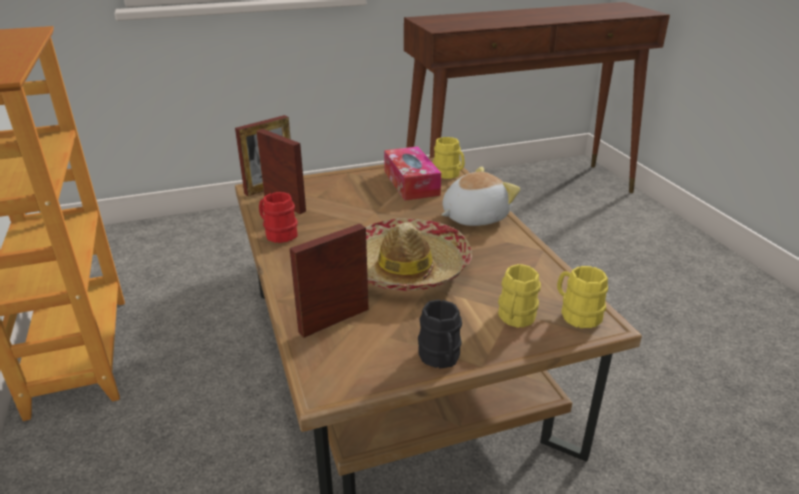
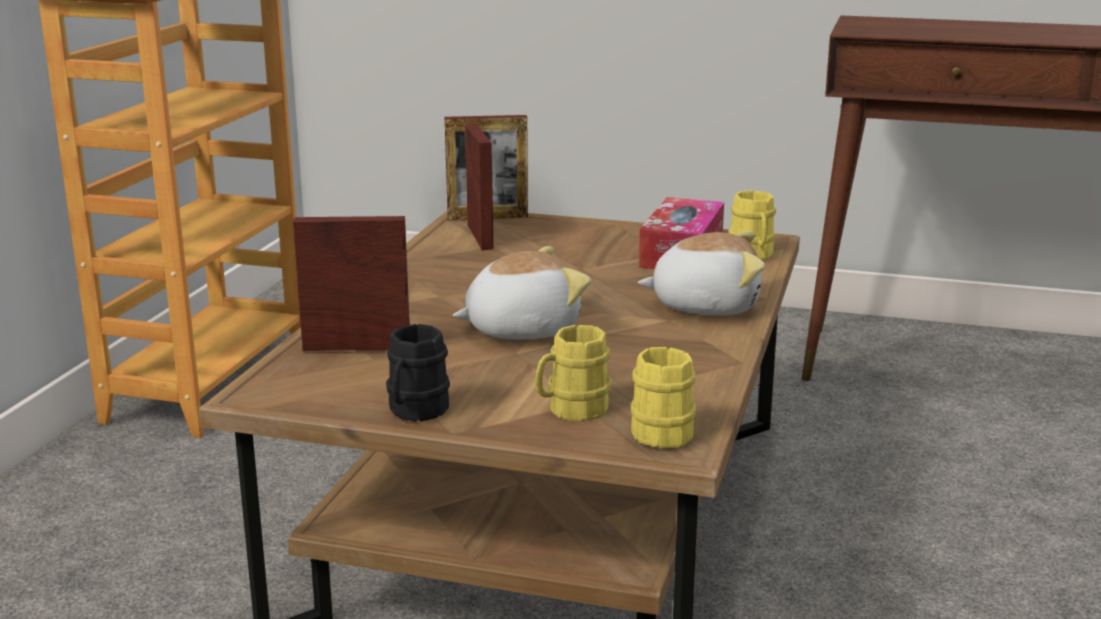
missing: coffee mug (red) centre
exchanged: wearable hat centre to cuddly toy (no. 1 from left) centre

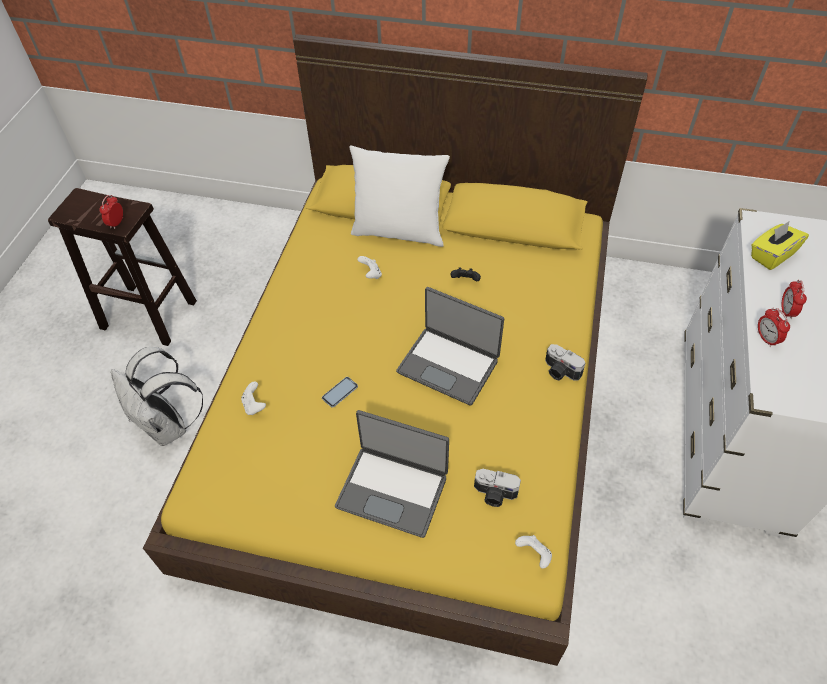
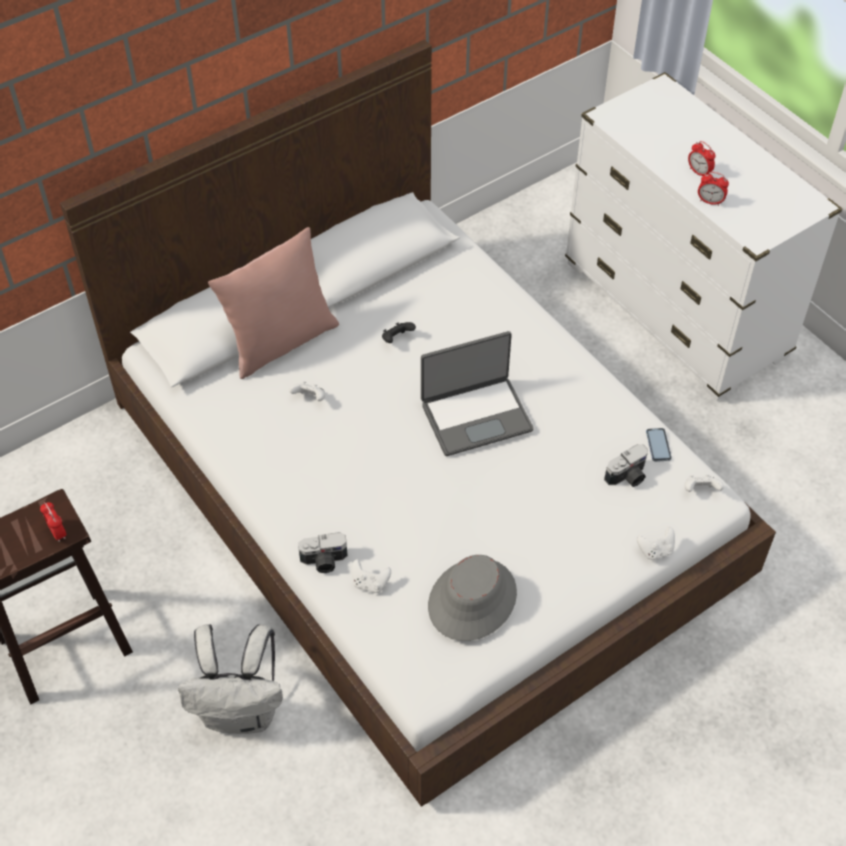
missing: portable computer (no. 1 from left) bottom centre; tissue box (yellow) middle right
appeared: wearable hat (grey) bottom centre; joypad (whitish) (no. 3 from left) middle right
relocated: photo camera (no. 2 from left in the first image) middle right to photo camera (no. 1 from left) centre; phone centre to middle right
colour: sleeping bed (yellow) centre to sleeping bed (whitish) centre; pillow (whitish) top centre to pillow (pink) middle left

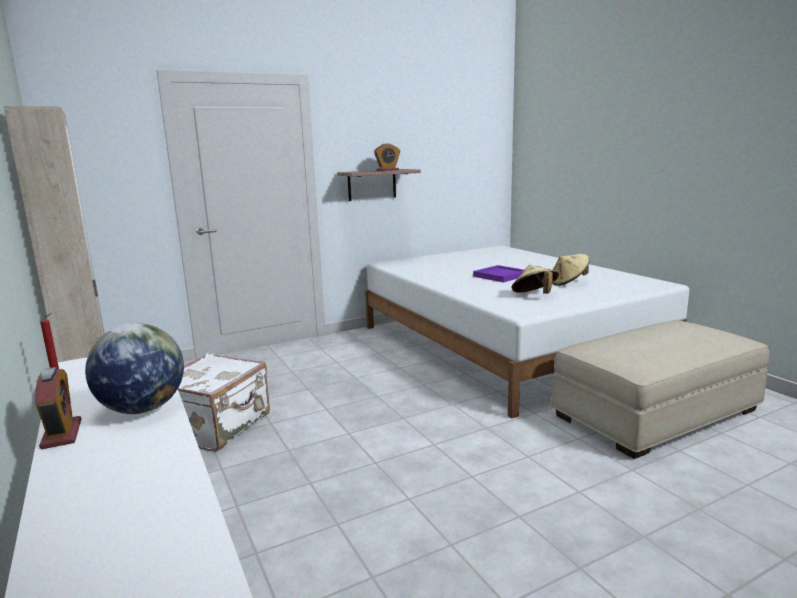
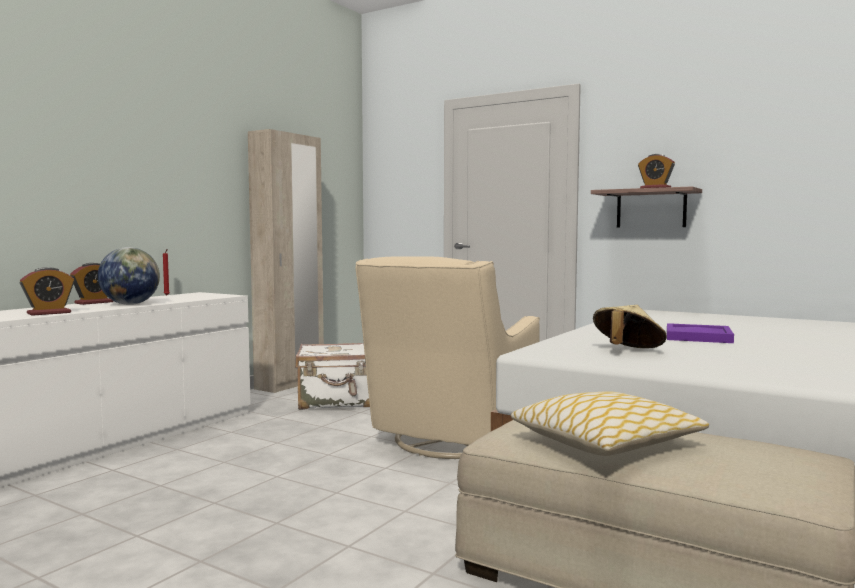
missing: wearable hat (sand-coloured) (no. 2 from left) middle right
appeared: table clock (no. 1 from left) middle left; lounge chair (sand-coloured) centre; pillow bottom right

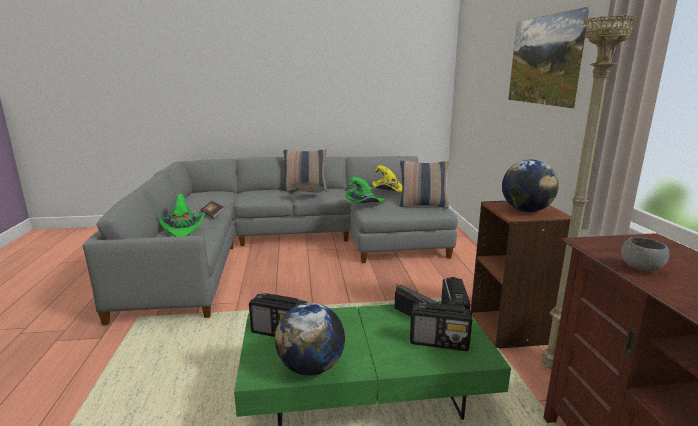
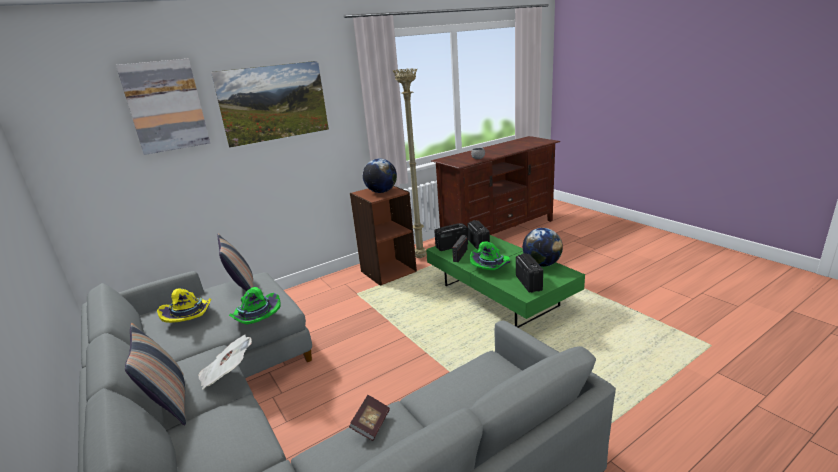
appeared: wall art (no. 1 from left) top left
relocated: wearable hat (greenish) (no. 1 from left in the first image) middle left to wearable hat (greenish) (no. 2 from left) centre

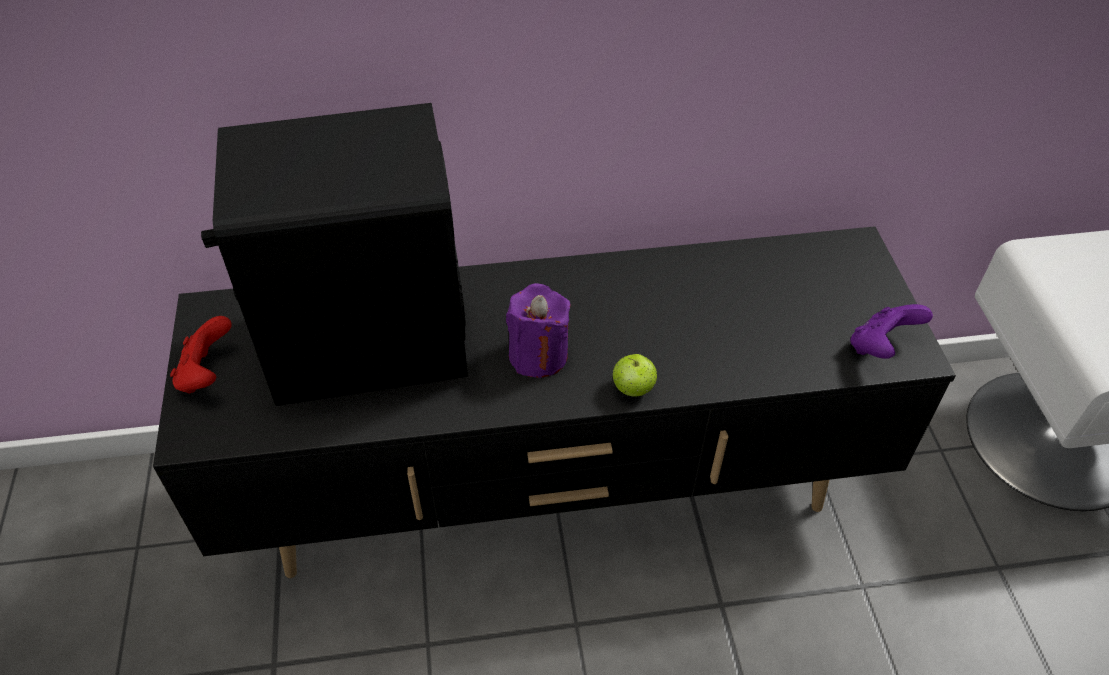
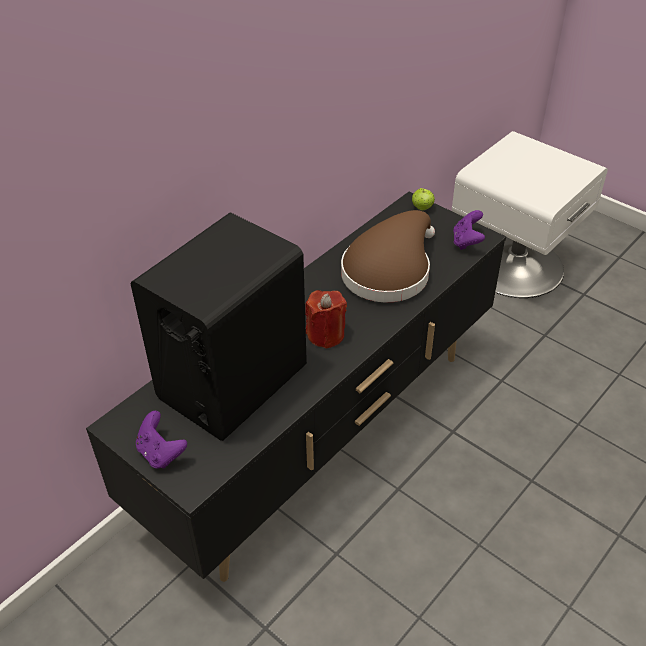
appeared: wearable hat (brown) centre
relocated: apple fruit centre to top centre
colour: joypad (red) middle left to joypad (purple-coloured) (no. 1 from left) bottom left; candle (purple-coloured) centre to candle (red) centre

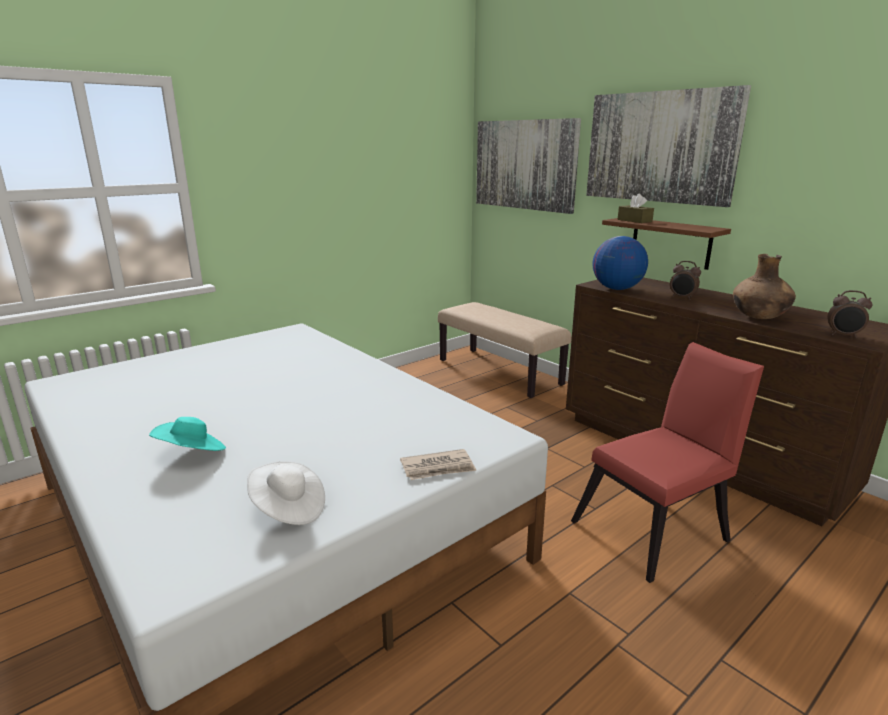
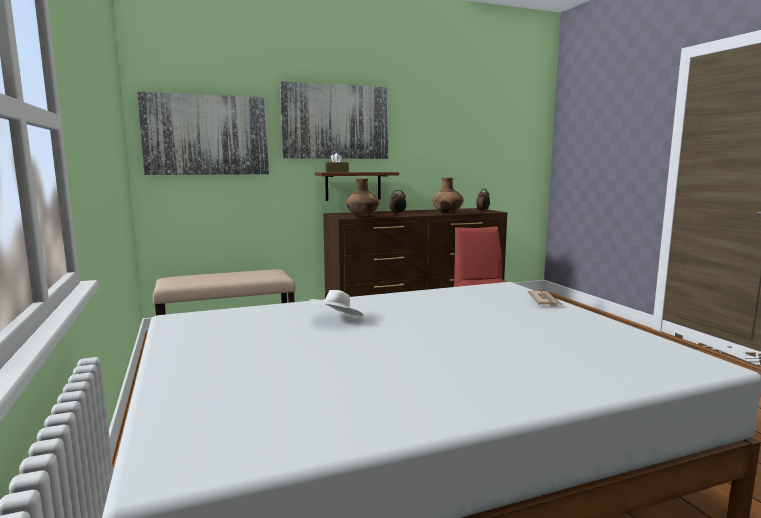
missing: wearable hat (blue-green) middle left
relocated: wearable hat (whitish) bottom left to centre
exchanged: globe middle right to flower vase (brown) (no. 1 from left) centre

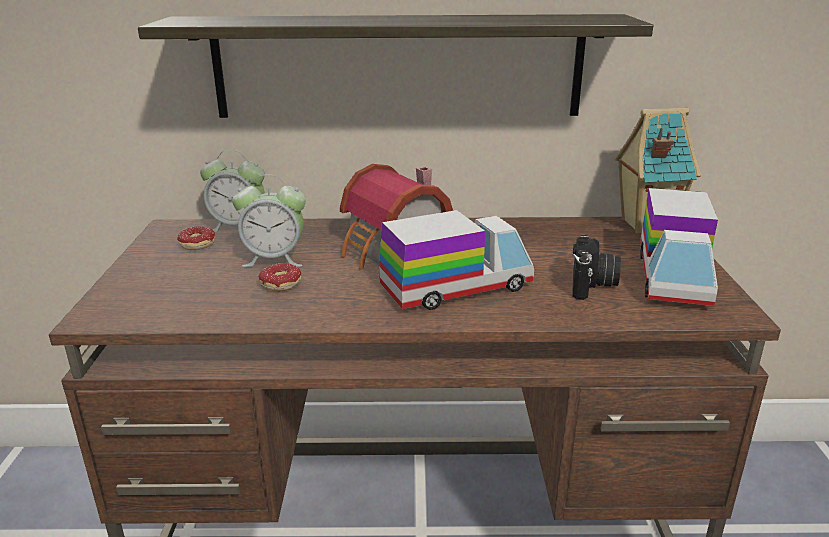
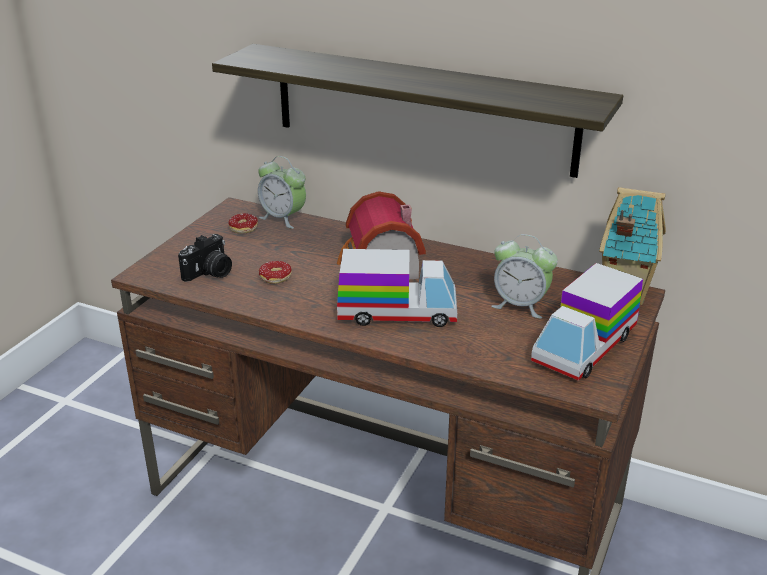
relocated: photo camera middle right to middle left; table clock (no. 2 from left) middle left to middle right

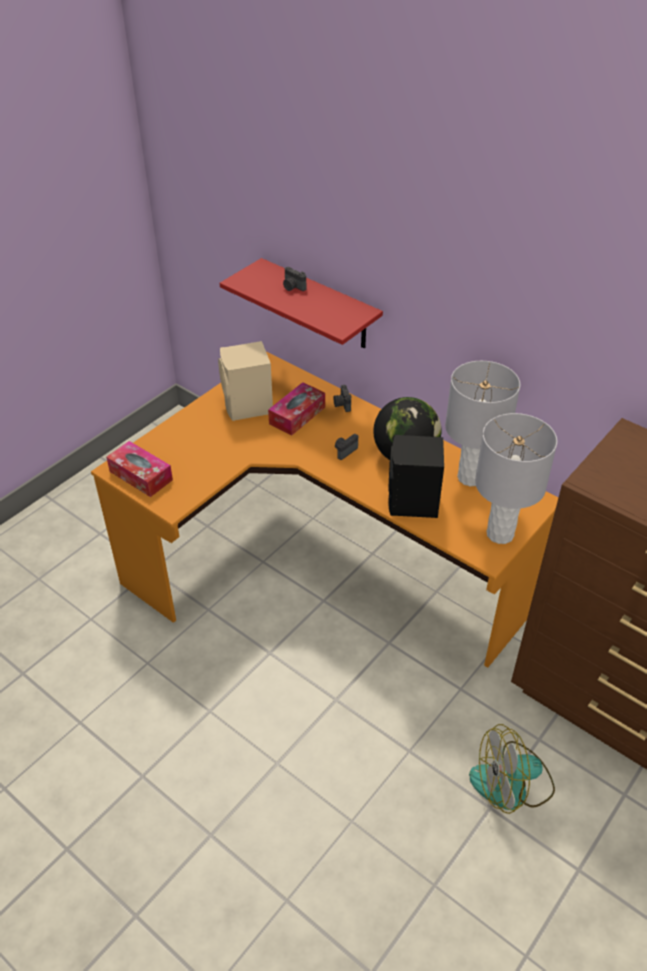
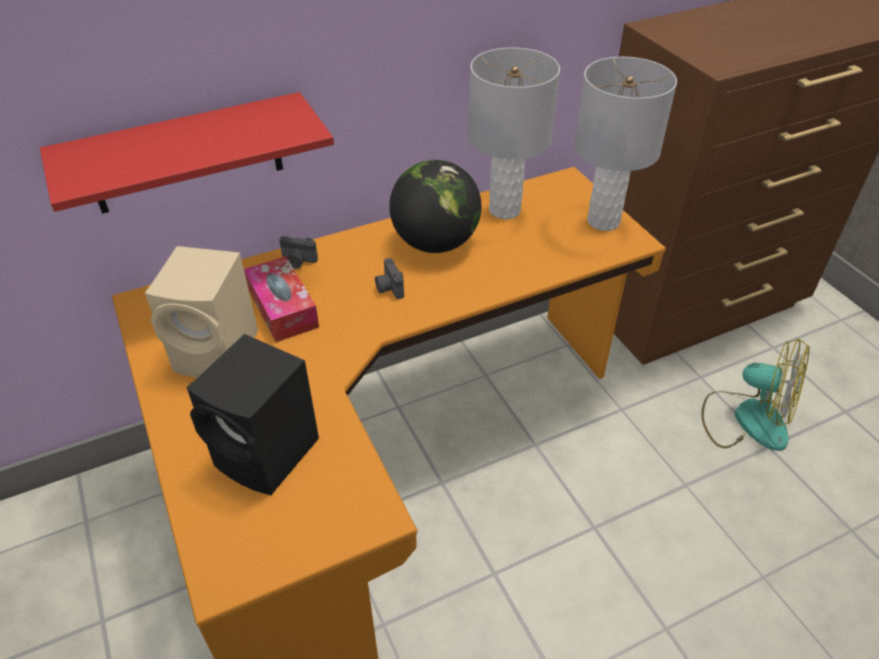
missing: tissue box (no. 1 from left) middle left; photo camera (no. 1 from left) top centre
relocated: speaker (blackish) centre to middle left
spun: cooling fan bottom right = middle right 75 degrees counterclockwise

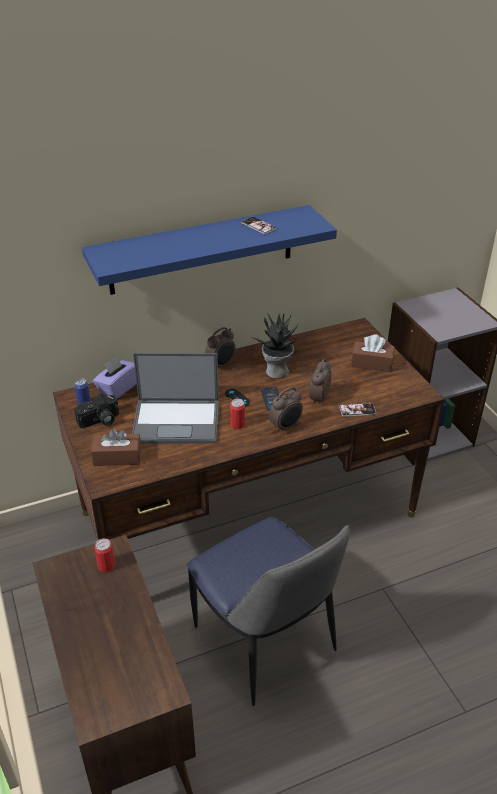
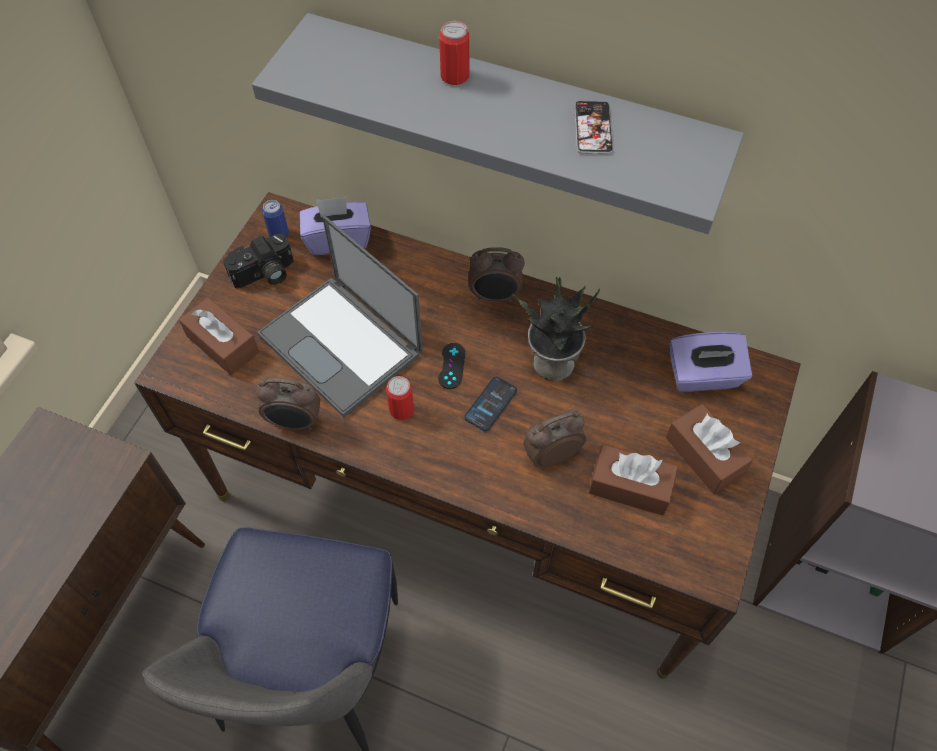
missing: phone (no. 3 from left) middle right
appeared: tissue box (brown) (no. 2 from left) middle right; tissue box (purple-coloured) (no. 2 from left) middle right
relocated: table clock (no. 2 from left in the first image) centre to table clock (no. 1 from left) middle left; sealed can (no. 2 from left in the first image) bottom left to sealed can (no. 3 from left) top centre
colour: wall shelf (bluish) top centre to wall shelf (grey) top centre
spun: photo camera middle left = middle left 45 degrees counterclockwise

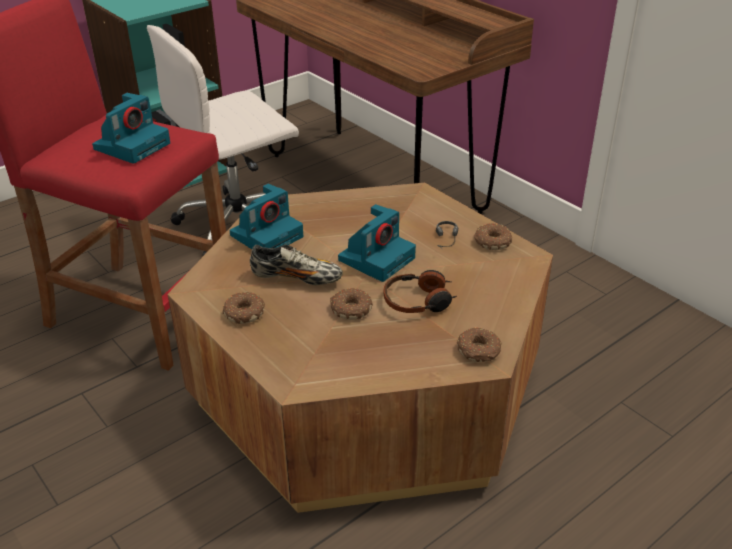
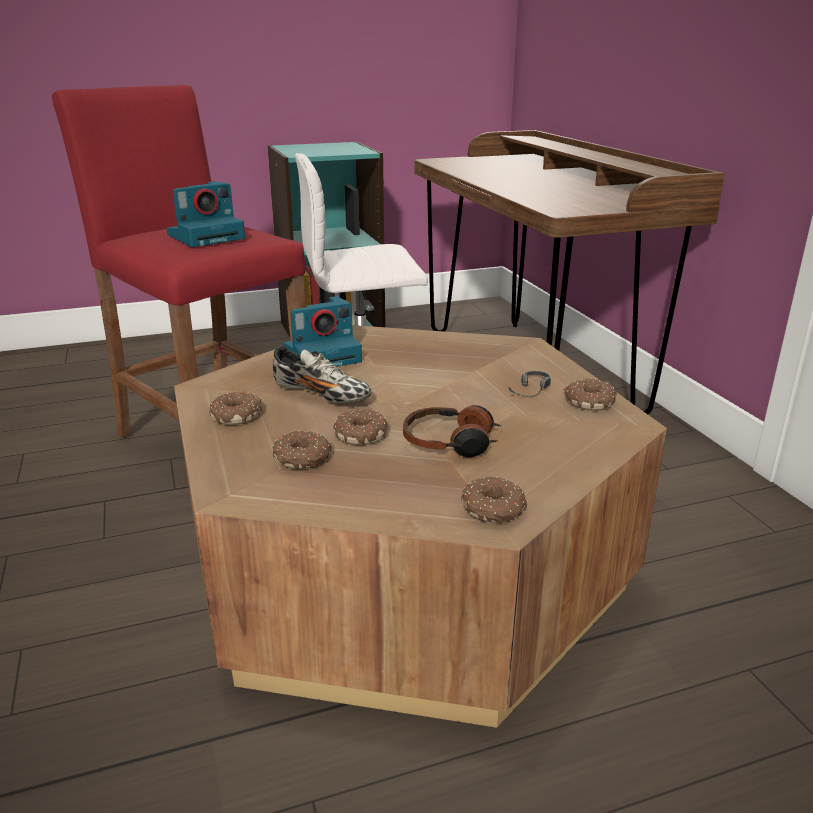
missing: photo camera (no. 3 from left) centre
appeared: ring doughnut (no. 2 from left) centre

